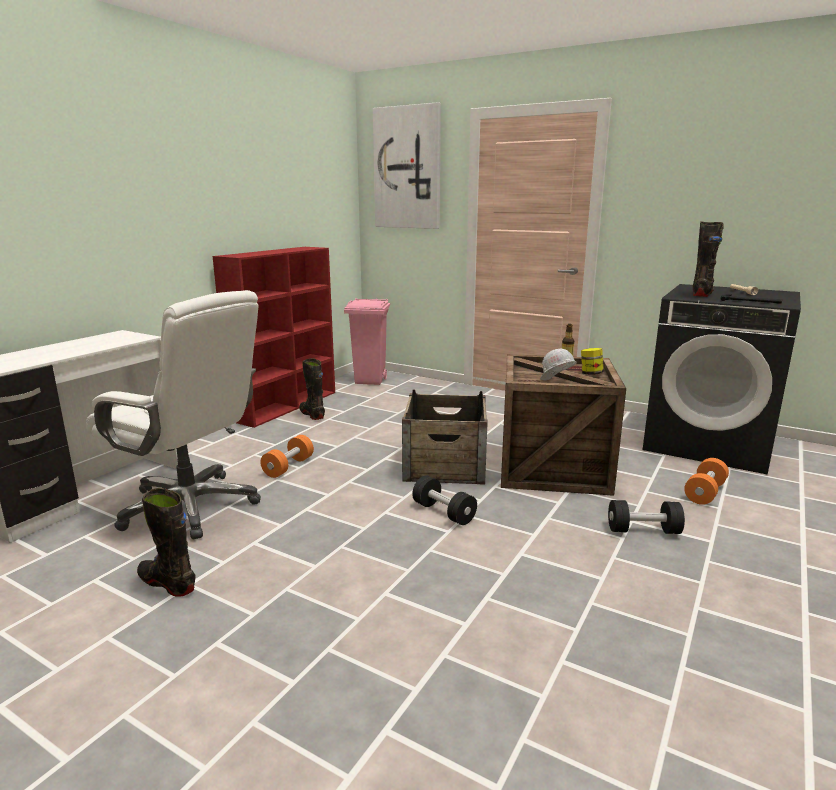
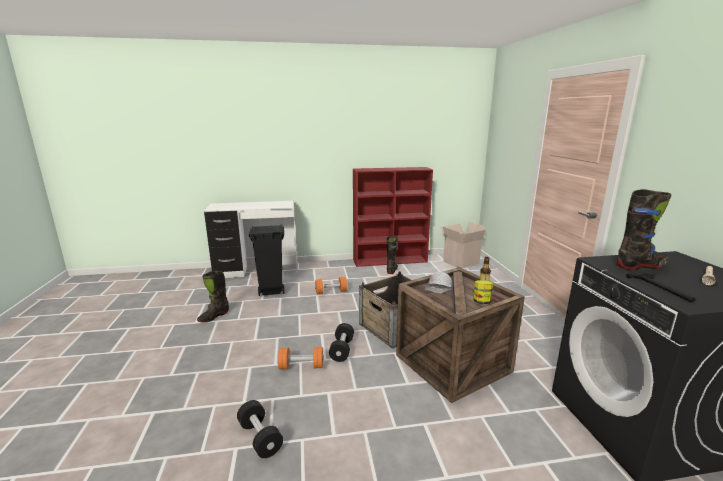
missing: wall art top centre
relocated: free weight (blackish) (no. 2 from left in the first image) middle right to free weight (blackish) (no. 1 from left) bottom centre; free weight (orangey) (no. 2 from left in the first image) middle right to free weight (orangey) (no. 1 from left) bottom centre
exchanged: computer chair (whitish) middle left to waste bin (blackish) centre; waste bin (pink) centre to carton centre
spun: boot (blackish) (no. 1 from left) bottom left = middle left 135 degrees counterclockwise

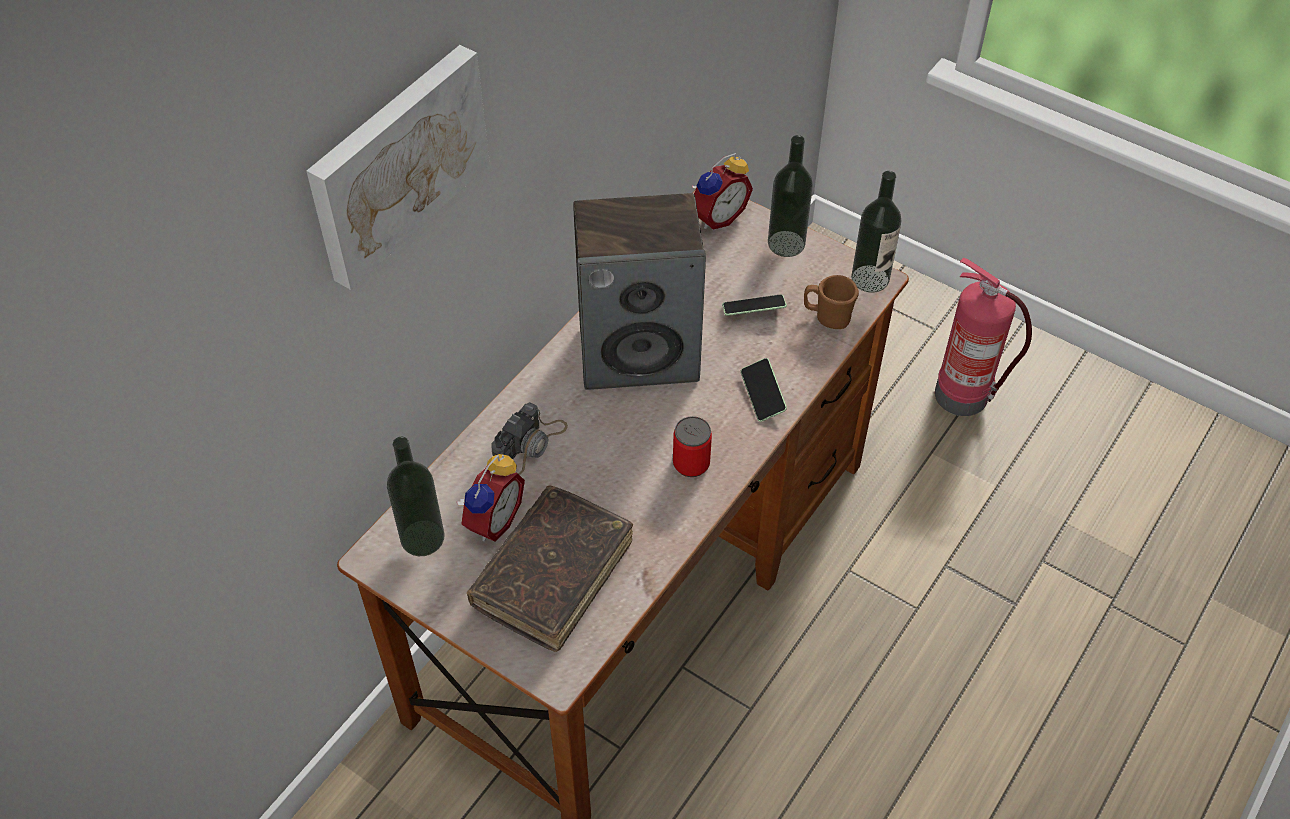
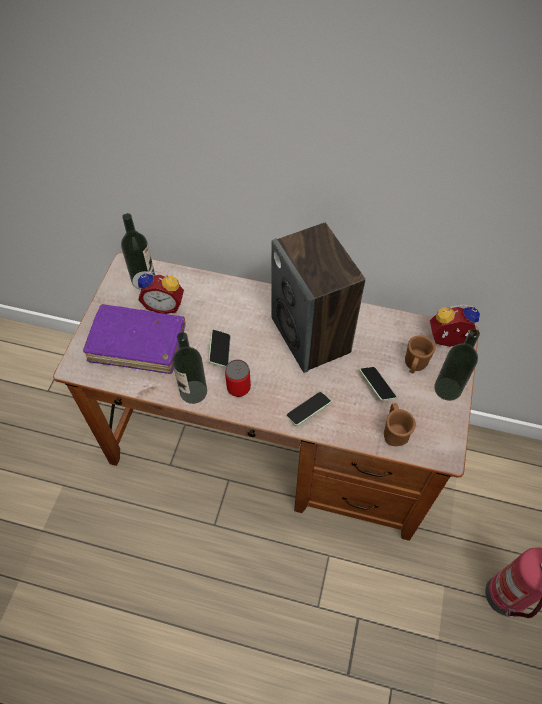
missing: wall art top left; photo camera centre
appeared: phone (no. 1 from left) centre; coffee mug (brown) (no. 2 from left) middle right
relocated: bottle (no. 3 from left in the first image) top right to bottle (no. 2 from left) centre
colour: bound book (brown) bottom centre to bound book (purple-coloured) middle left
spun: table clock (no. 2 from left) top centre = middle right 150 degrees clockwise

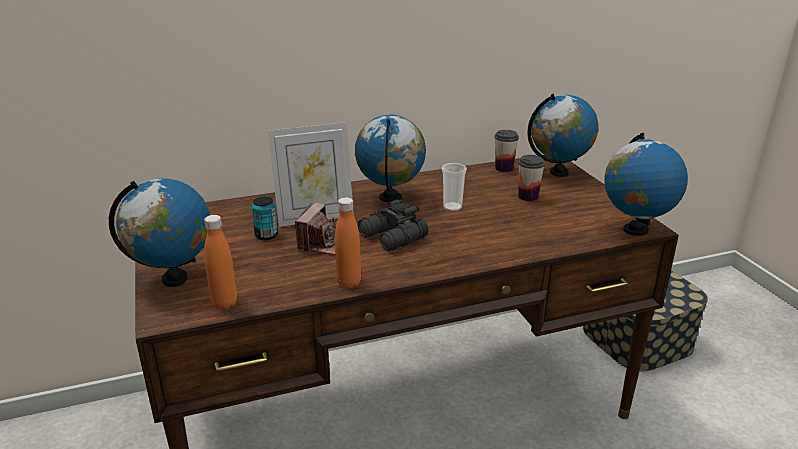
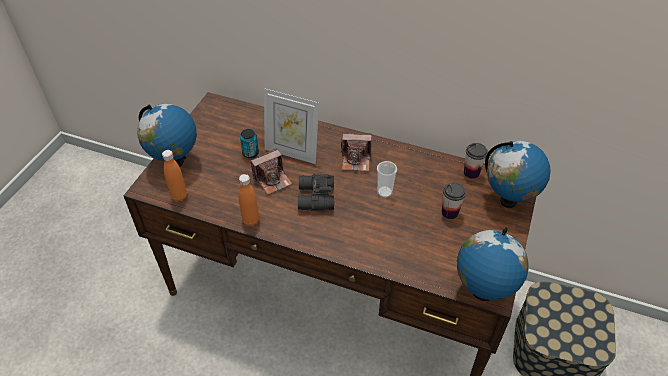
exchanged: globe (no. 2 from left) centre to photo camera (no. 2 from left) centre

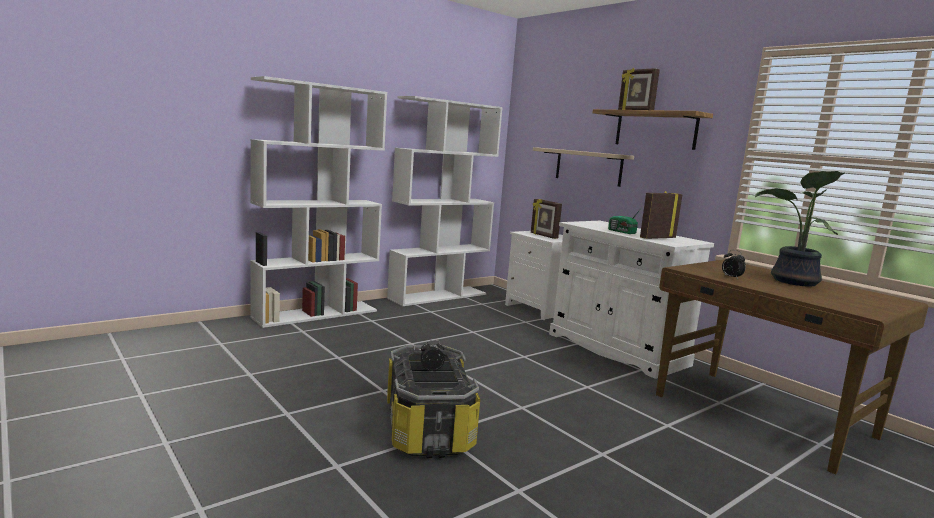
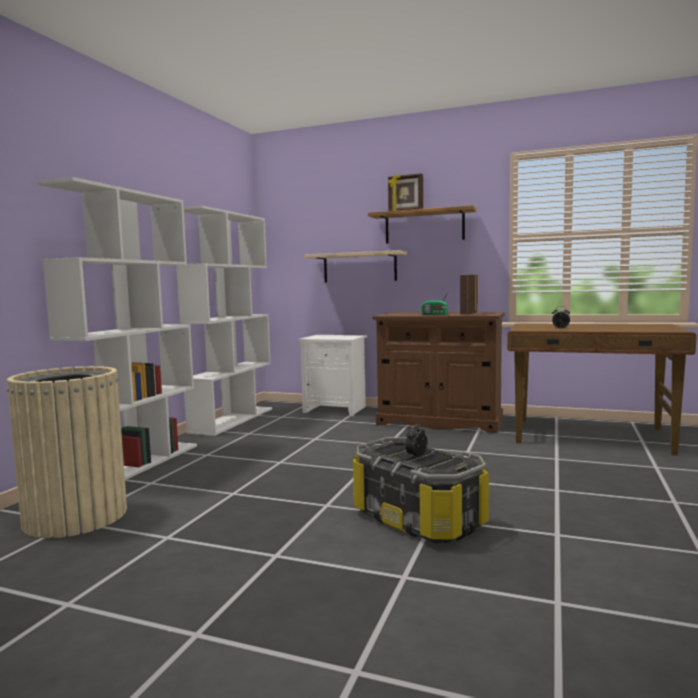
missing: photo frame (no. 1 from left) centre; houseplant middle right
appeared: waste bin (sand-coloured) middle left
colour: cabinet (whitish) middle right to cabinet (brown) centre

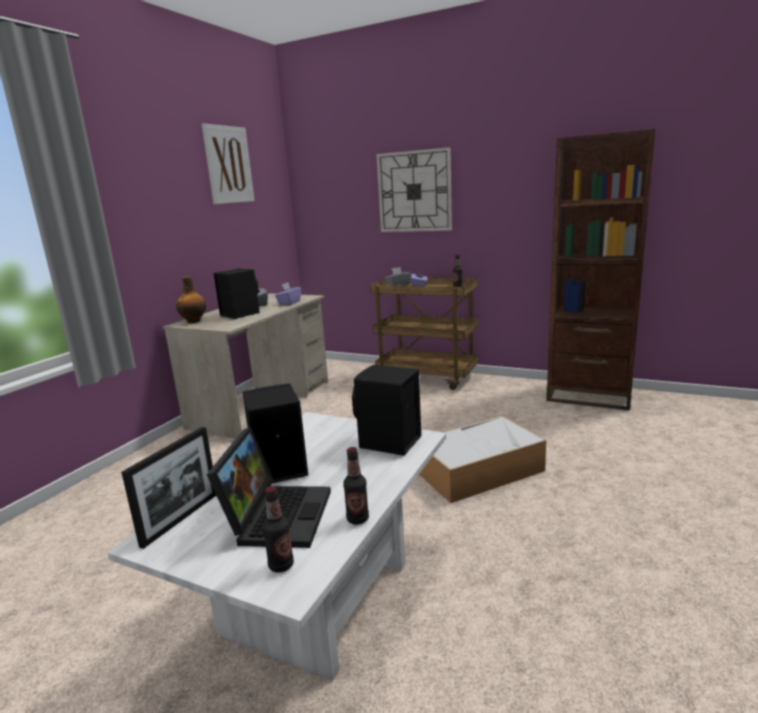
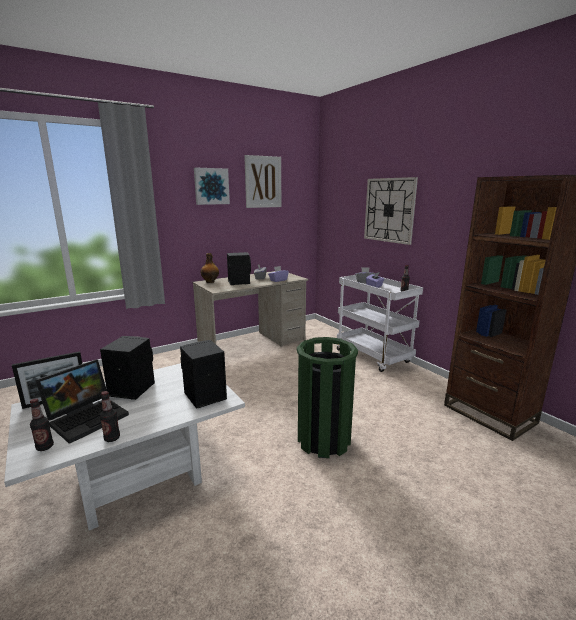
appeared: wall art (no. 1 from left) top centre
exchanged: storage bin centre to waste bin (greenish) centre
colour: cart (brown) centre to cart (whitish) centre

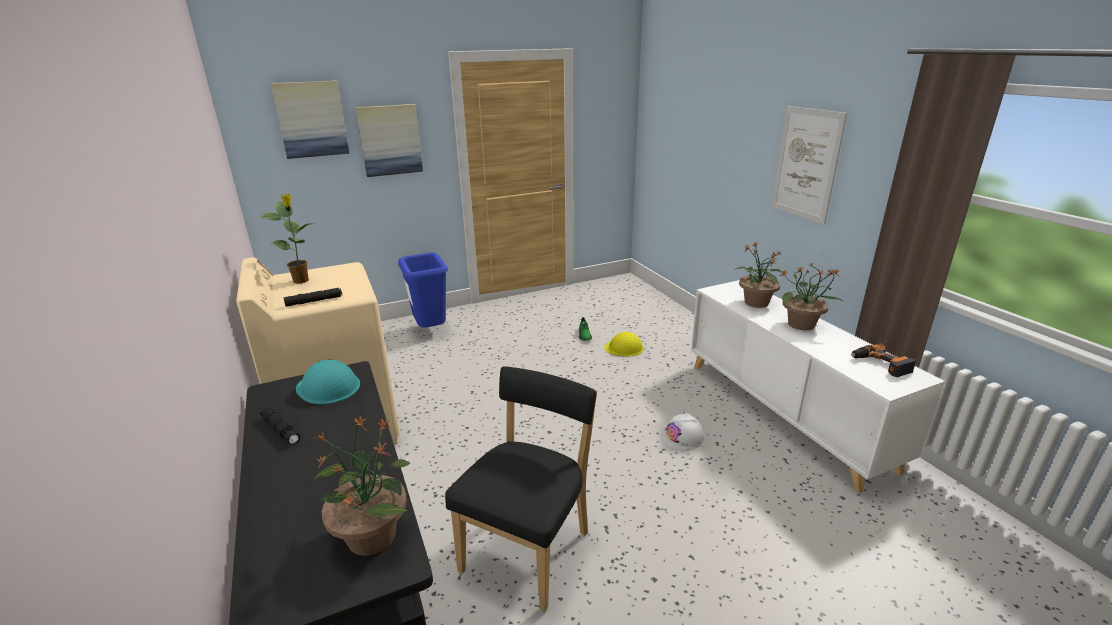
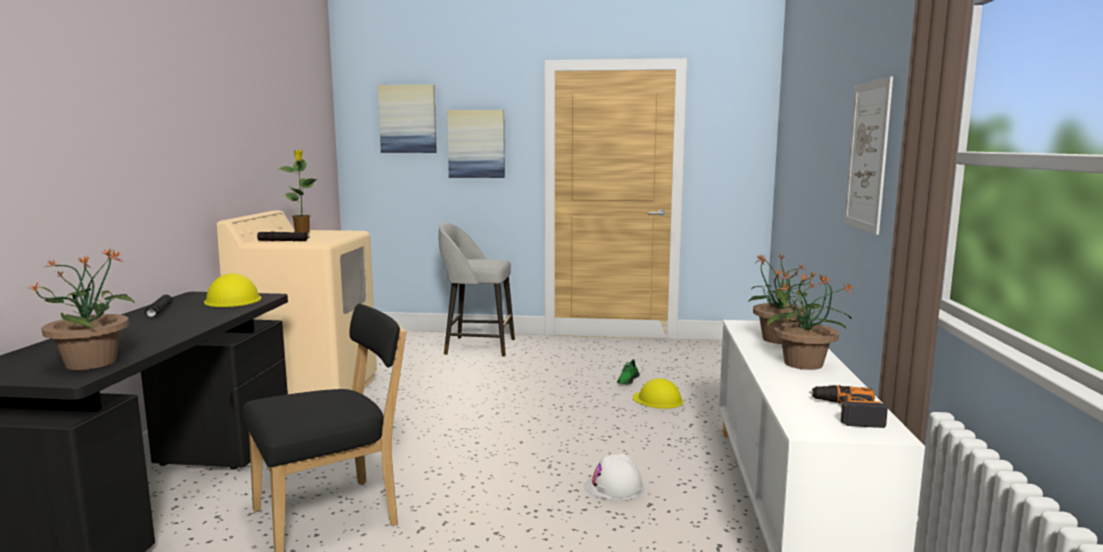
exchanged: waste bin (bluish) centre to stool seat (grey) centre
colour: safety helmet (blue-green) middle left to safety helmet (yellow) (no. 1 from left) middle left

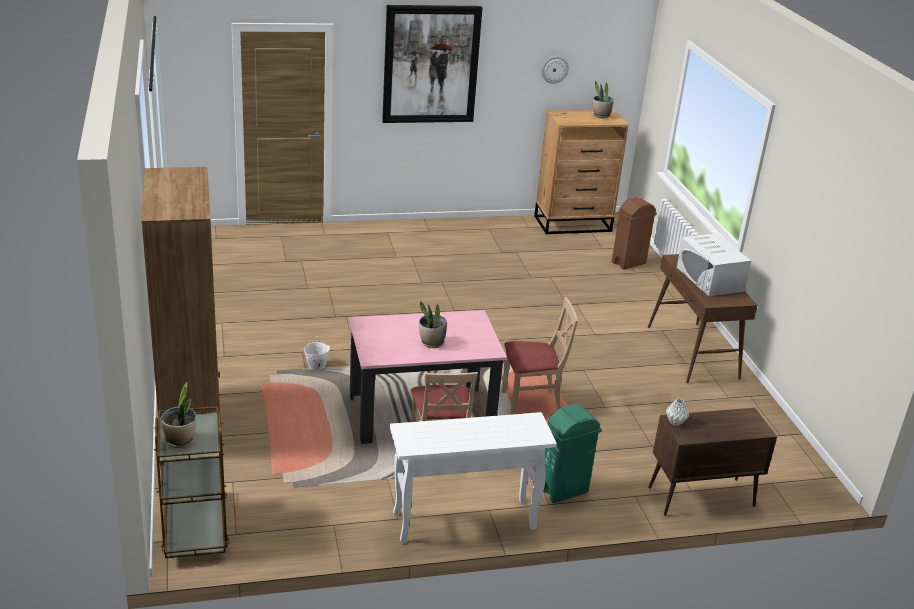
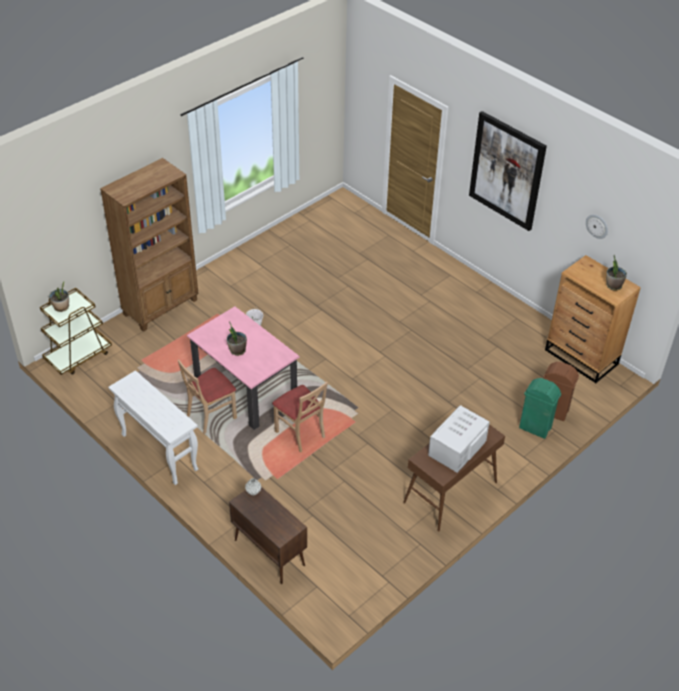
relocated: waste bin (greenish) bottom centre to middle right

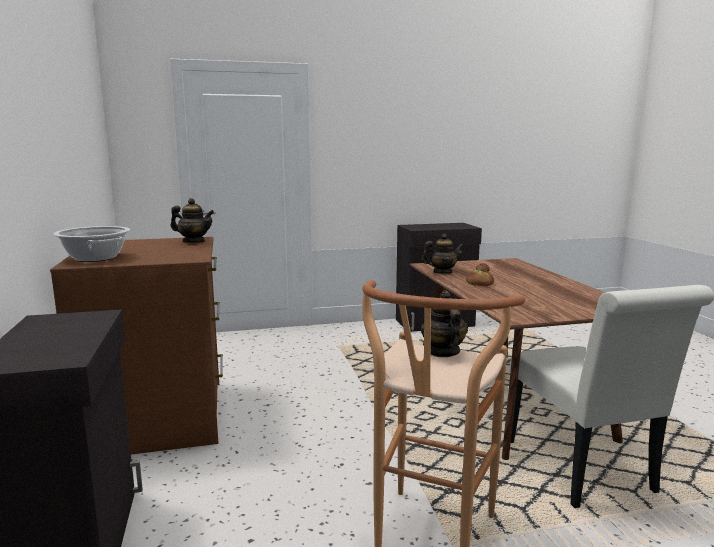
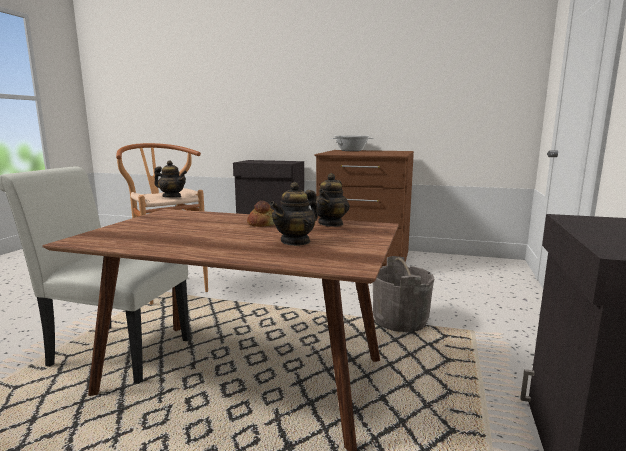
appeared: water bucket (grey) centre
relocated: tea pot (no. 1 from left in the first image) middle left to tea pot (no. 2 from left) centre

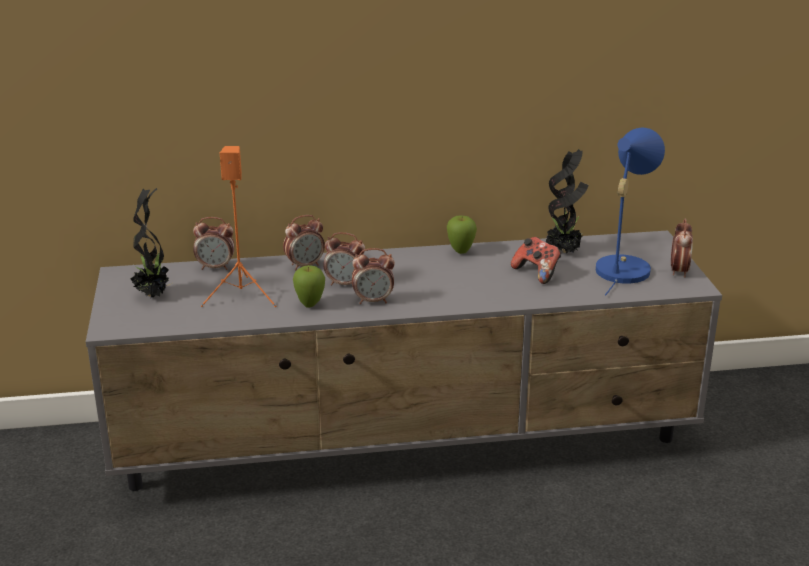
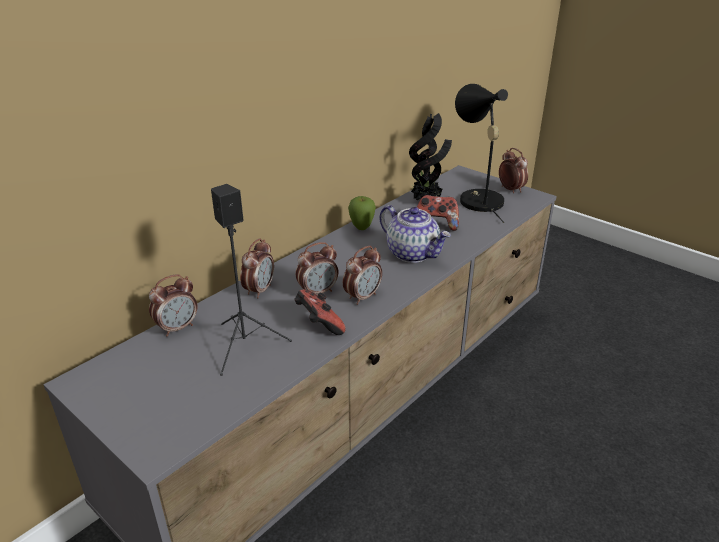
missing: houseplant (no. 1 from left) middle left
appeared: tea pot centre
exchanged: apple fruit (no. 1 from left) centre to joypad (no. 1 from left) centre
colour: speaker (orangey) middle left to speaker (blackish) centre; tabletop lamp (bluish) middle right to tabletop lamp (blackish) top right

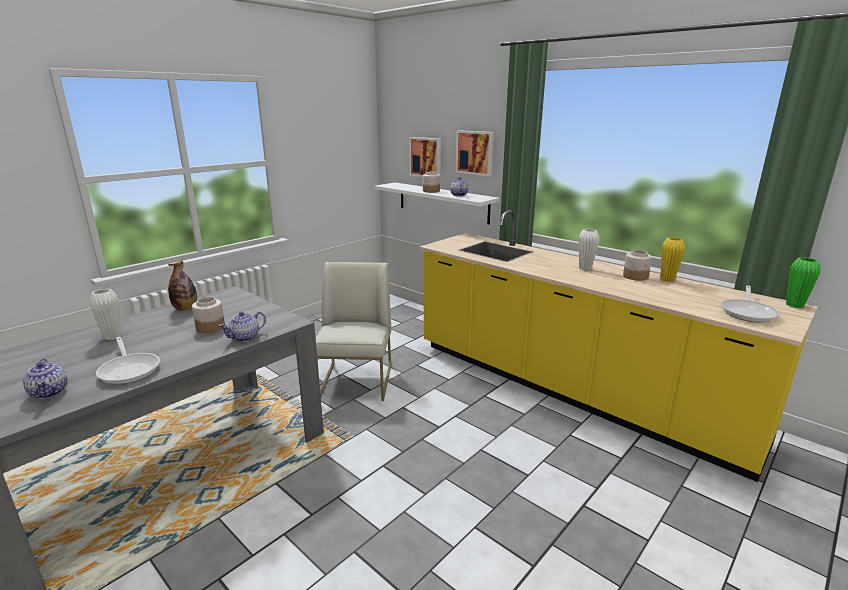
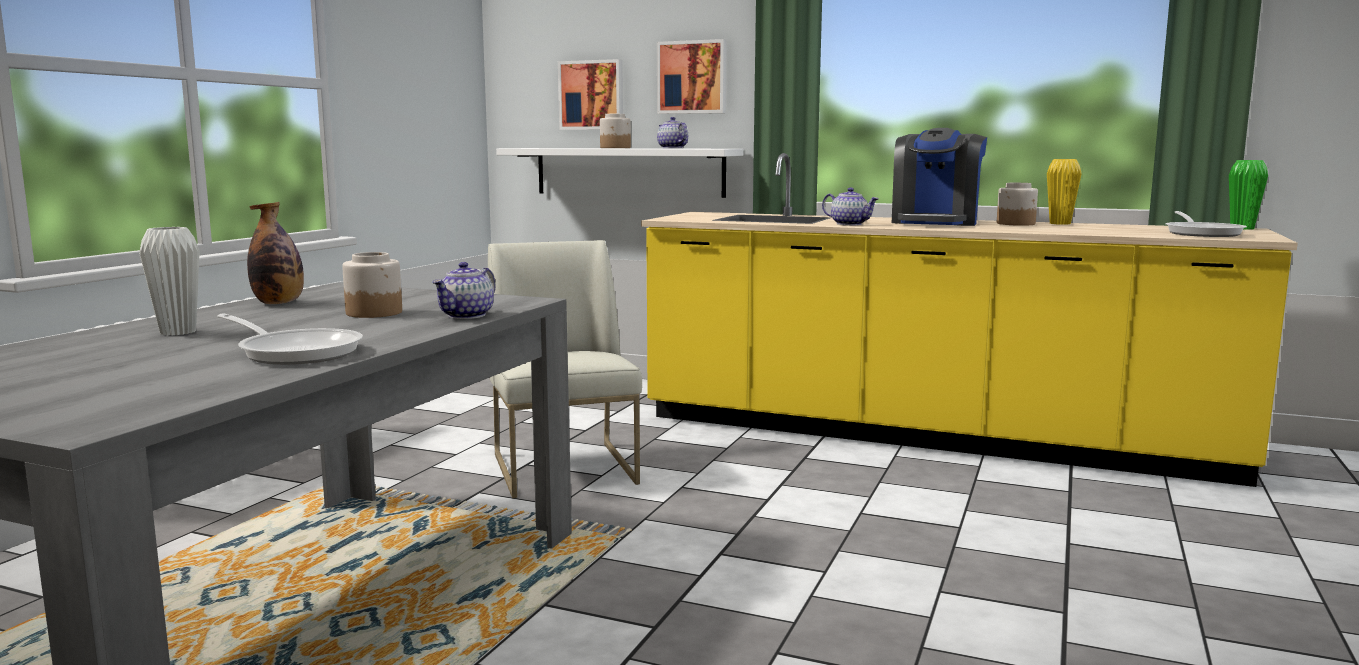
relocated: tea pot (no. 1 from left in the first image) middle left to tea pot (no. 3 from left) top centre
exchanged: flower vase (whitish) (no. 2 from left) middle right to coffee brewer top right

